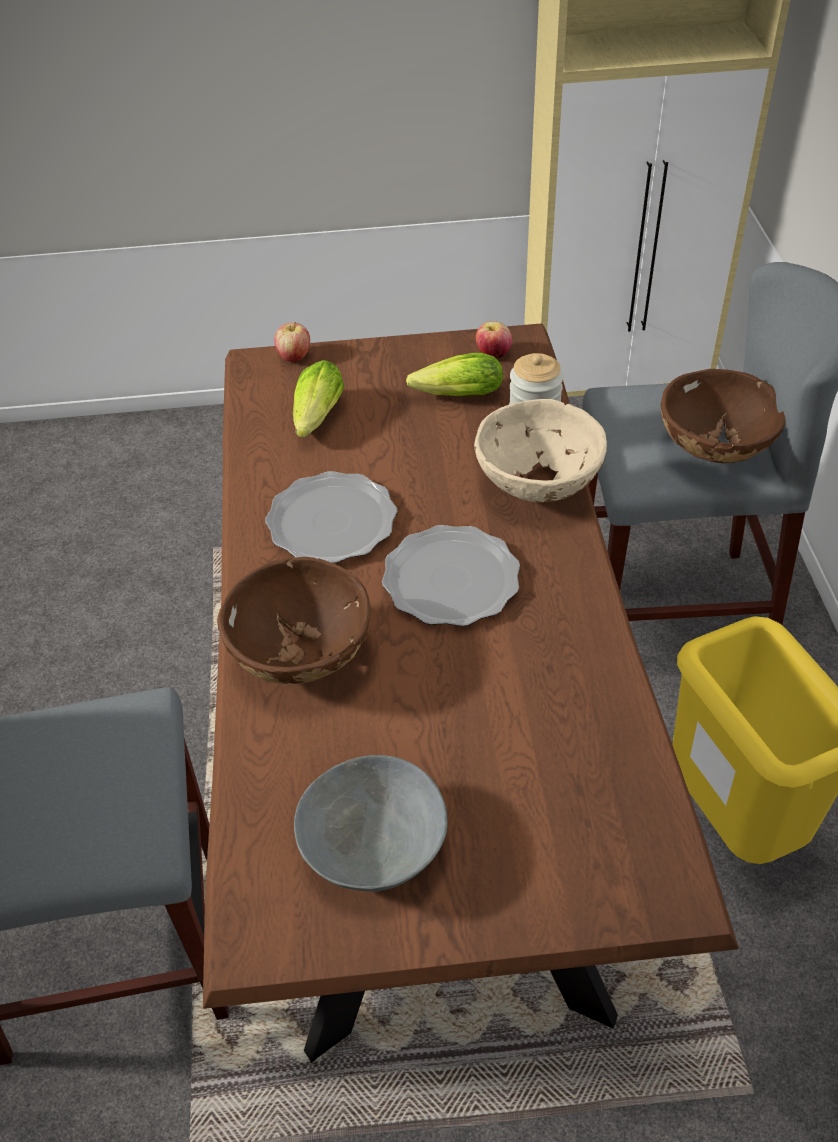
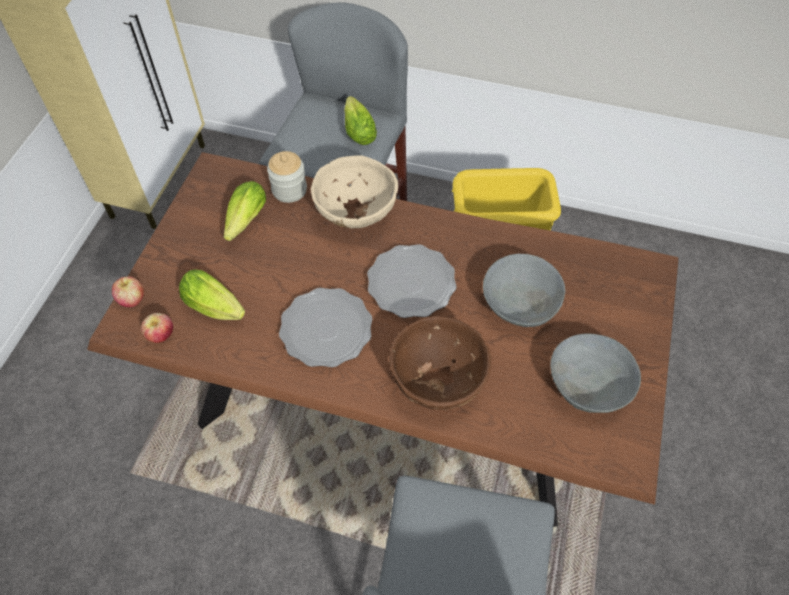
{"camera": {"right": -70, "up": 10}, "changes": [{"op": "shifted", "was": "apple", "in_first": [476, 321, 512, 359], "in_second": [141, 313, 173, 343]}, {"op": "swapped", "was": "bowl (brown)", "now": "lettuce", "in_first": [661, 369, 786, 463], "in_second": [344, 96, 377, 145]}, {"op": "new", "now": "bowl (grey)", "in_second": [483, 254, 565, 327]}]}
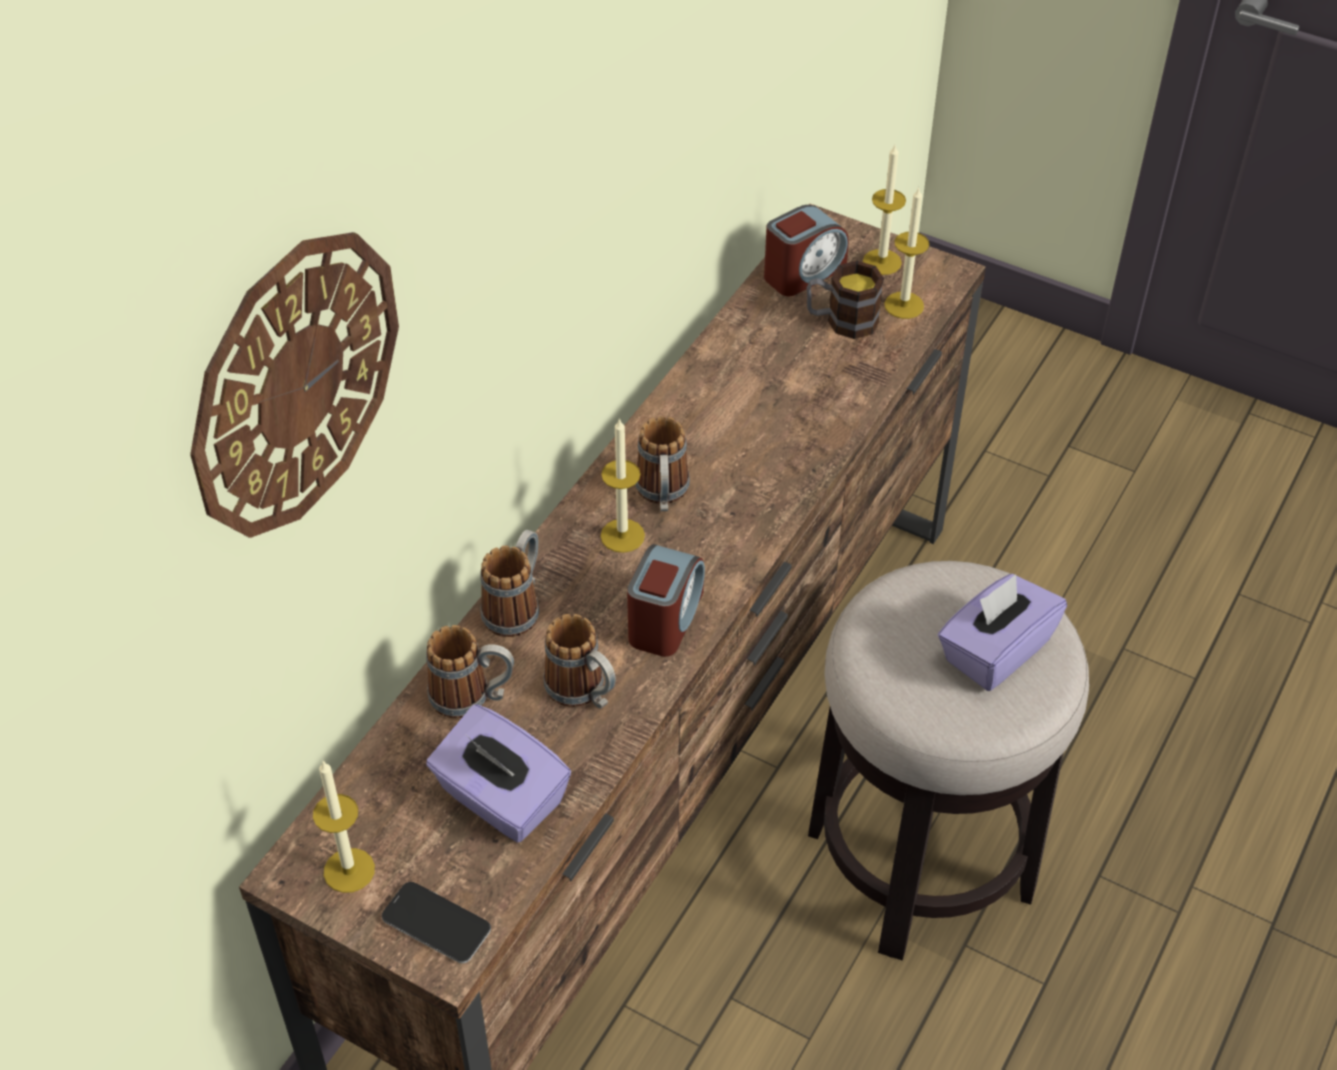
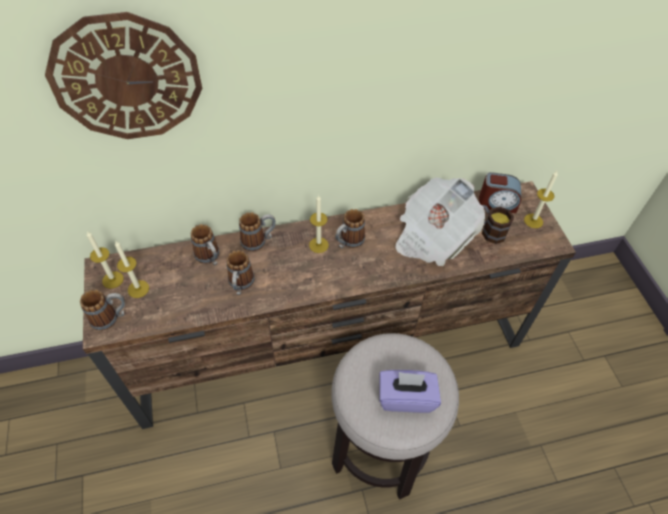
{"camera": {"right": 45, "up": 5}, "changes": [{"op": "swapped", "was": "phone", "now": "mug", "in_first": [382, 882, 491, 963], "in_second": [80, 289, 125, 331]}, {"op": "shifted", "was": "candle", "in_first": [884, 187, 929, 319], "in_second": [115, 241, 149, 298]}, {"op": "new", "now": "newspaper", "in_second": [395, 177, 485, 266]}, {"op": "gone", "was": "tissue box (purple)", "in_first": [426, 704, 571, 843]}, {"op": "gone", "was": "alarm clock", "in_first": [627, 544, 705, 657]}]}
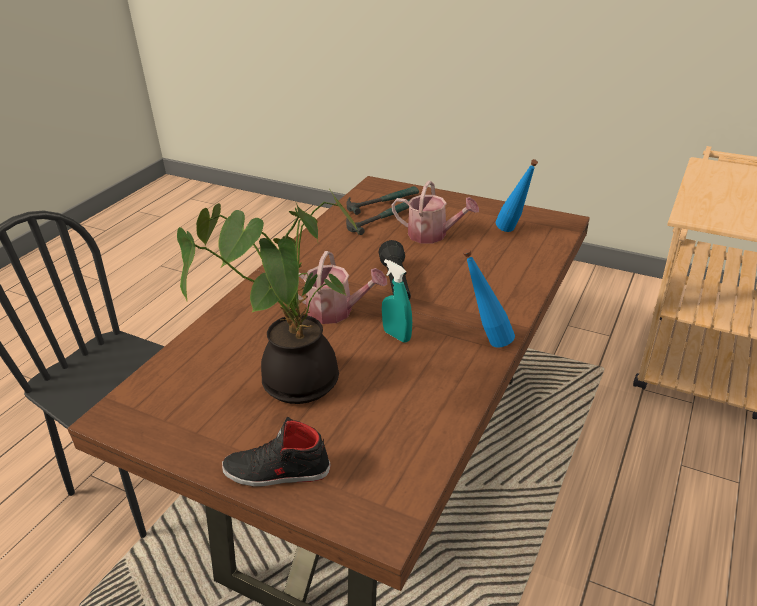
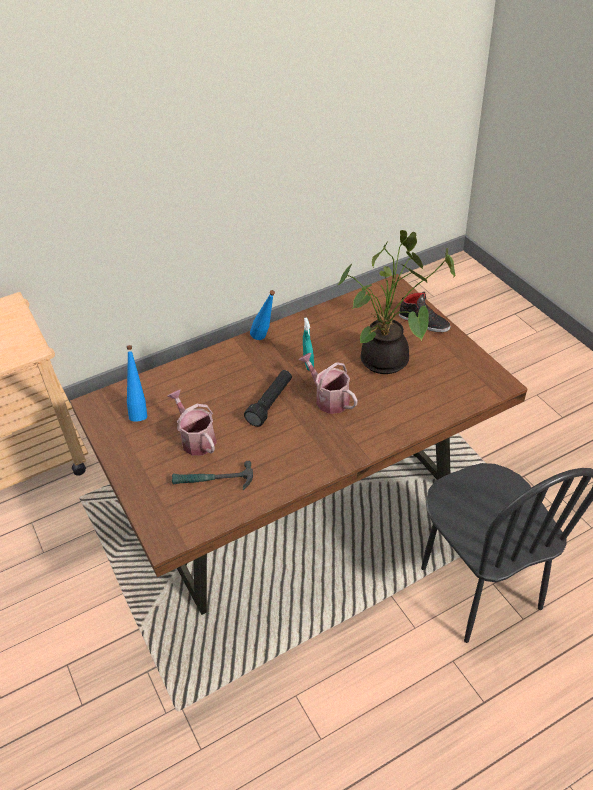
{"camera": {"right": -145, "up": 10}, "changes": [{"op": "gone", "was": "hammer", "in_first": [346, 186, 419, 215]}]}
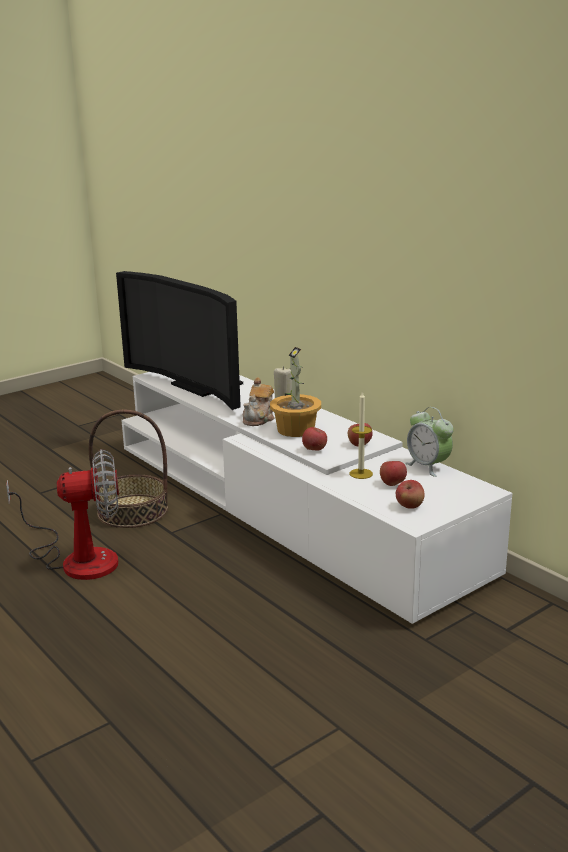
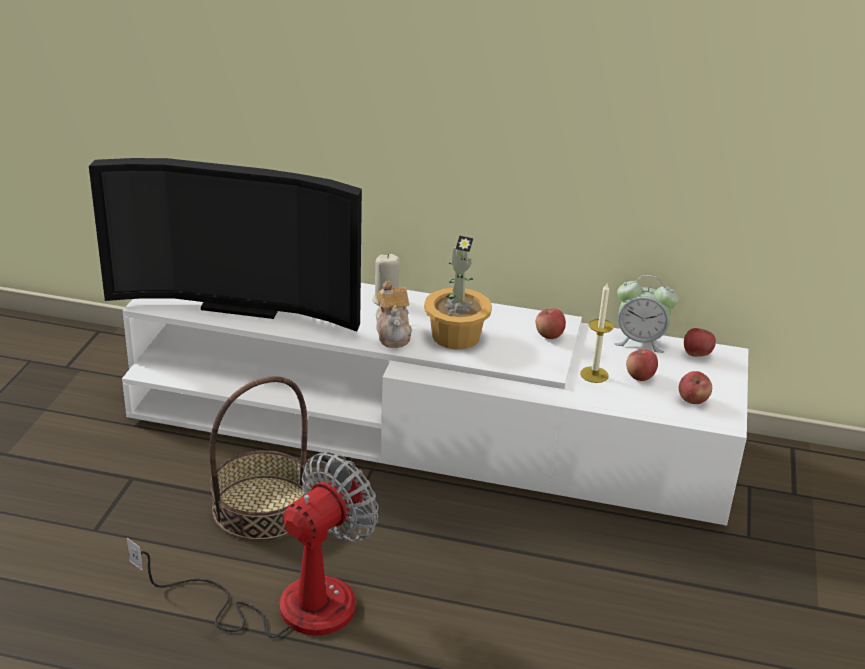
{"camera": {"right": -40, "up": 10}, "changes": [{"op": "shifted", "was": "apple", "in_first": [302, 427, 327, 450], "in_second": [684, 328, 716, 357]}]}
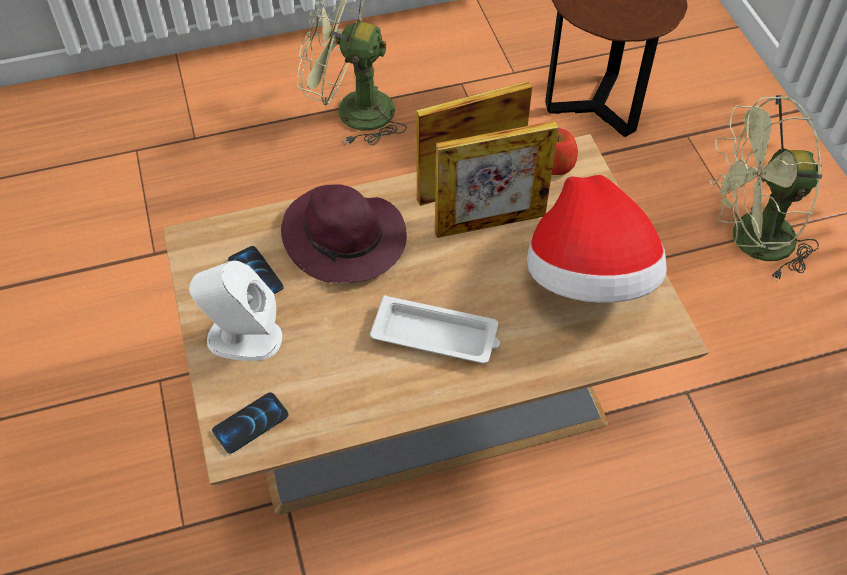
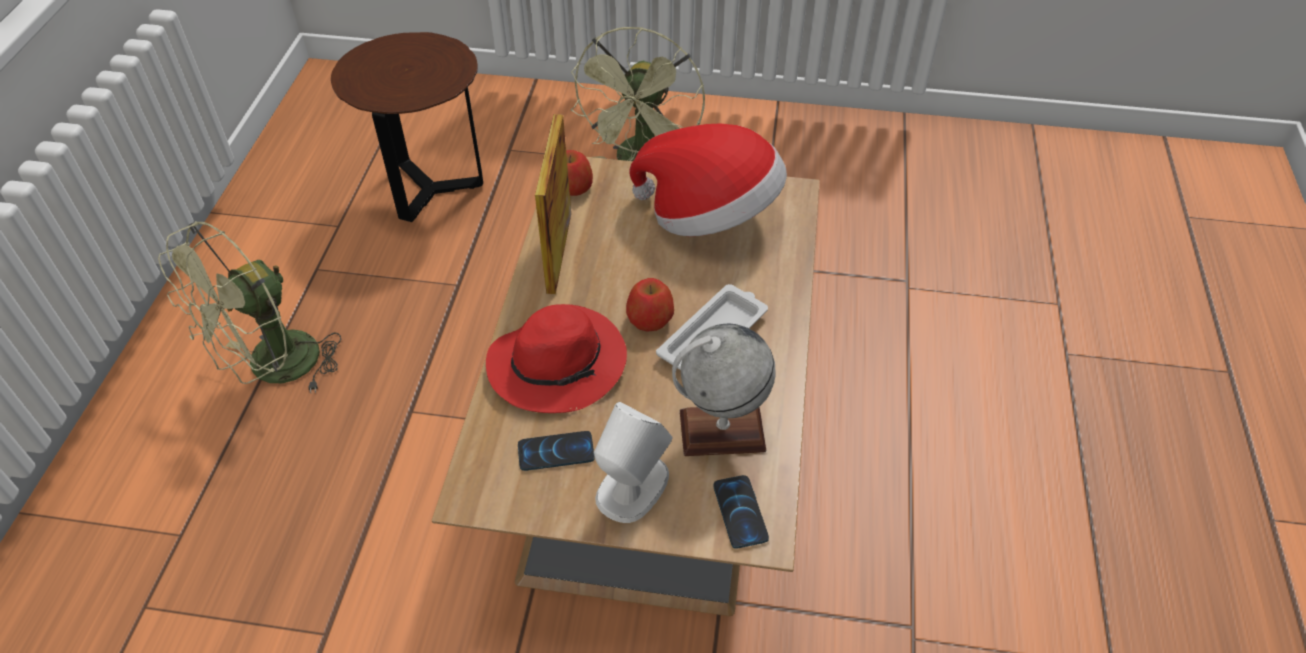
{"camera": {"right": -65, "up": -5}, "changes": [{"op": "repainted", "was": "hat (purple)", "now": "hat (red)", "in_first": [281, 184, 407, 283], "in_second": [486, 304, 627, 413]}, {"op": "new", "now": "apple", "in_second": [626, 278, 674, 332]}, {"op": "new", "now": "globe", "in_second": [672, 323, 776, 456]}, {"op": "gone", "was": "picture frame", "in_first": [435, 121, 559, 238]}]}
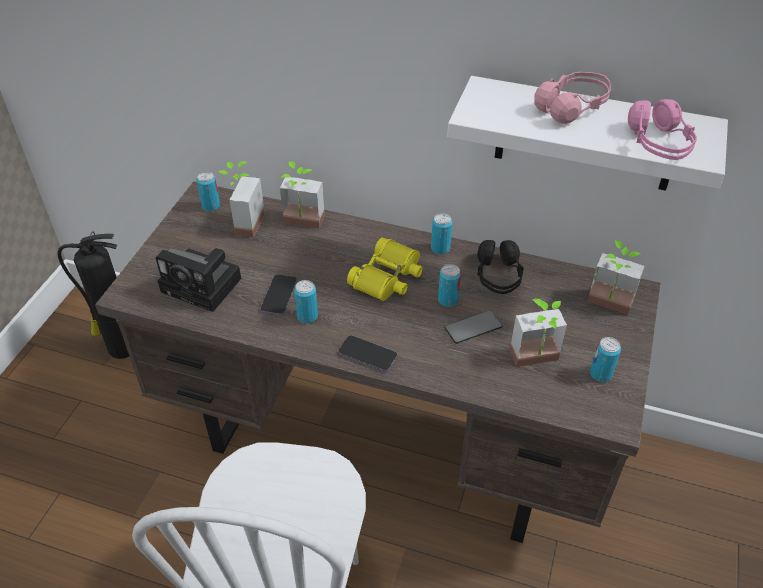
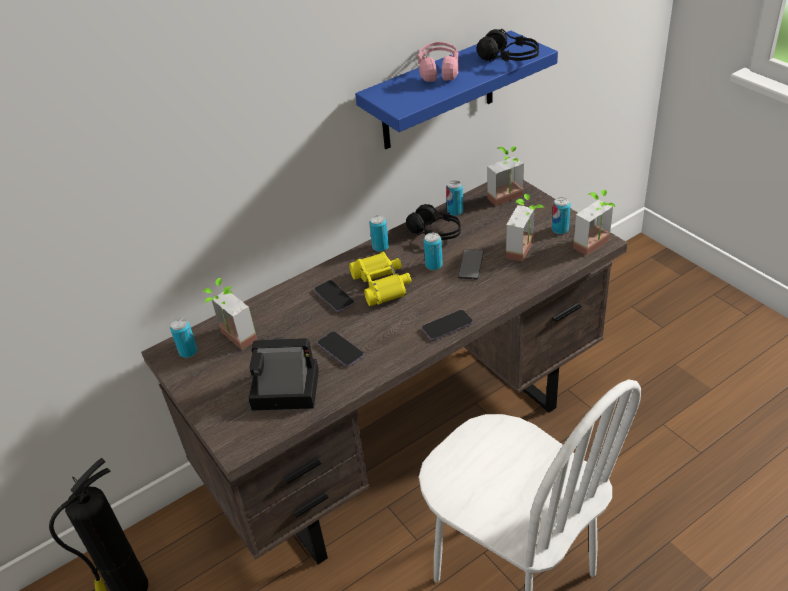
{"camera": {"right": -50, "up": -5}, "changes": [{"op": "rotated", "was": "photo camera", "in_first": [156, 248, 241, 312], "in_second": [249, 337, 319, 410], "clockwise": -150}, {"op": "new", "now": "phone", "in_second": [314, 280, 355, 312]}, {"op": "repainted", "was": "shelf (white)", "now": "shelf (blue)", "in_first": [447, 76, 728, 191], "in_second": [355, 31, 558, 149]}, {"op": "shifted", "was": "can", "in_first": [294, 280, 318, 323], "in_second": [446, 180, 463, 216]}, {"op": "repainted", "was": "headphones (pink)", "now": "headphones (black)", "in_first": [628, 99, 697, 160], "in_second": [476, 29, 539, 62]}, {"op": "shifted", "was": "potted plant", "in_first": [280, 161, 325, 229], "in_second": [573, 189, 615, 256]}]}
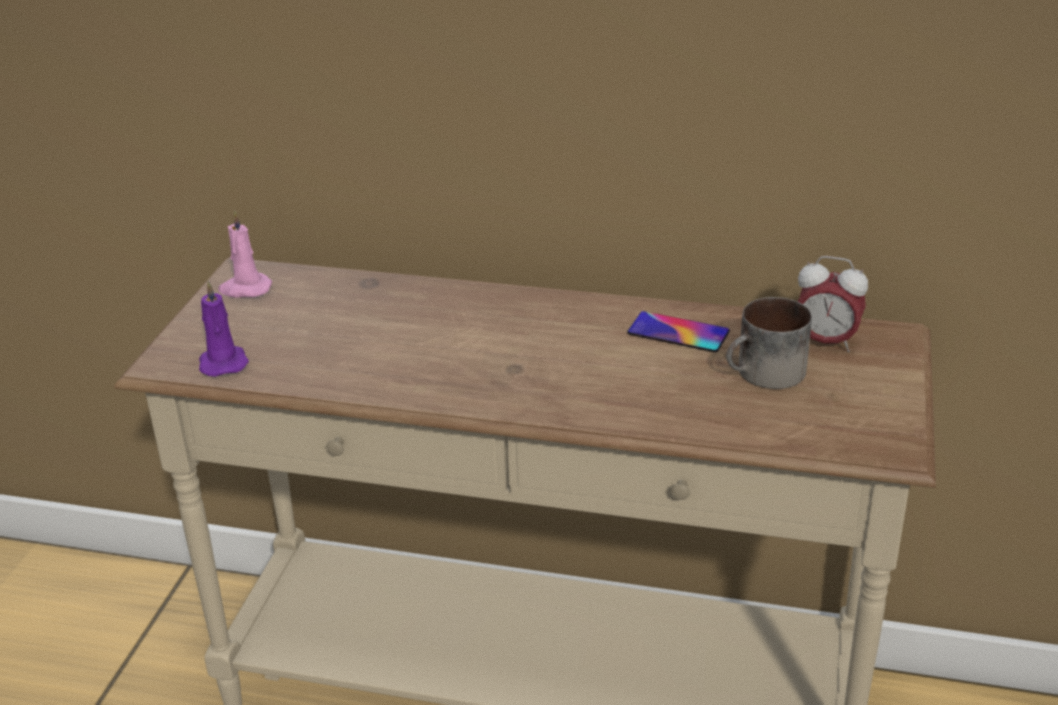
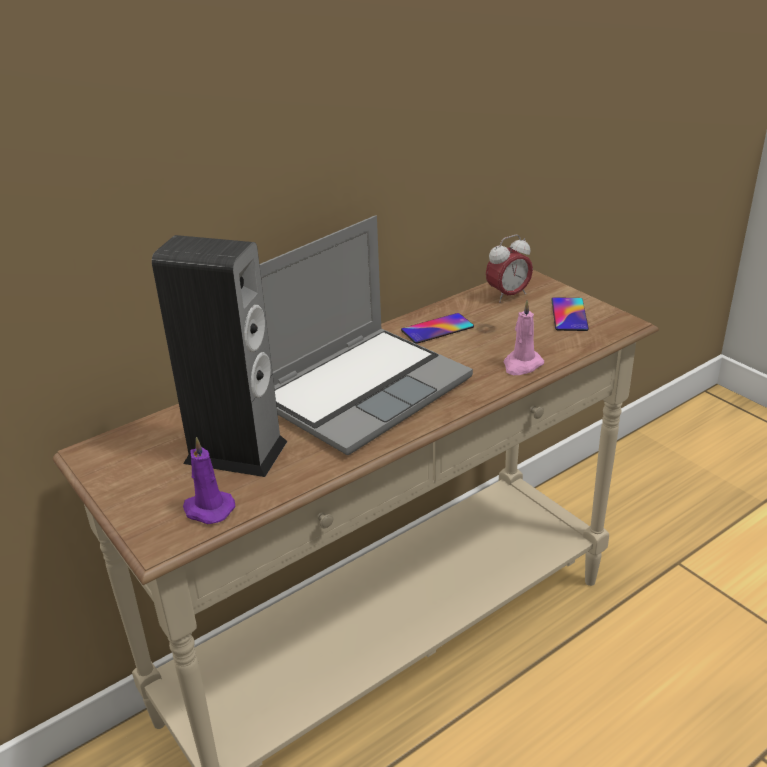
{"camera": {"right": -50, "up": 0}, "changes": [{"op": "new", "now": "speaker", "in_second": [152, 235, 288, 477]}, {"op": "new", "now": "laptop", "in_second": [259, 215, 473, 455]}, {"op": "shifted", "was": "candle (pink)", "in_first": [218, 210, 272, 298], "in_second": [504, 300, 544, 375]}, {"op": "new", "now": "phone", "in_second": [551, 297, 589, 331]}, {"op": "gone", "was": "mug", "in_first": [726, 297, 812, 389]}]}
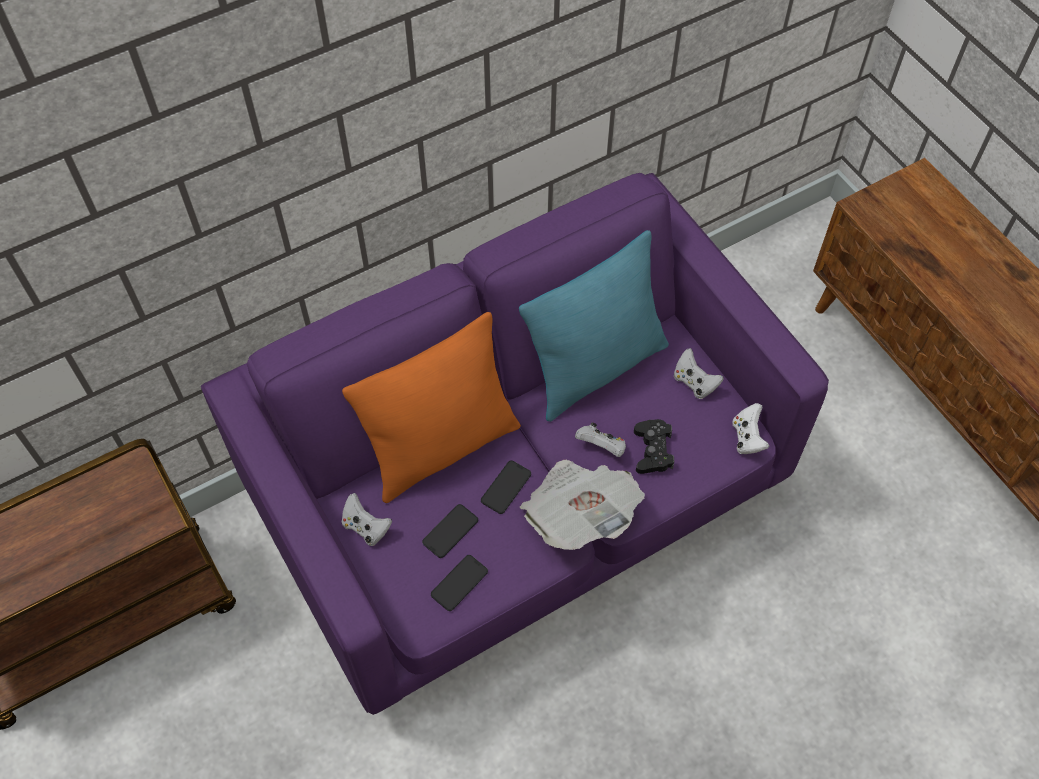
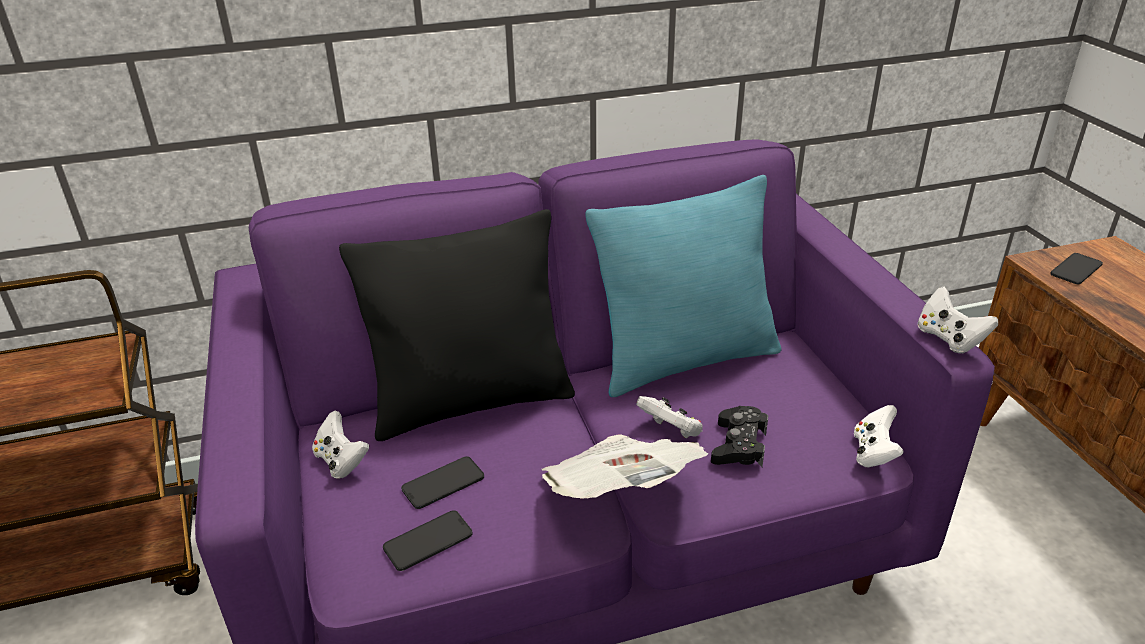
{"camera": {"right": 15, "up": -25}, "changes": [{"op": "repainted", "was": "pillow (orange)", "now": "pillow (black)", "in_first": [342, 312, 521, 503], "in_second": [339, 209, 575, 441]}, {"op": "shifted", "was": "game controller (white)", "in_first": [674, 348, 724, 399], "in_second": [917, 287, 998, 353]}, {"op": "shifted", "was": "phone", "in_first": [481, 460, 531, 514], "in_second": [1050, 253, 1103, 284]}]}
